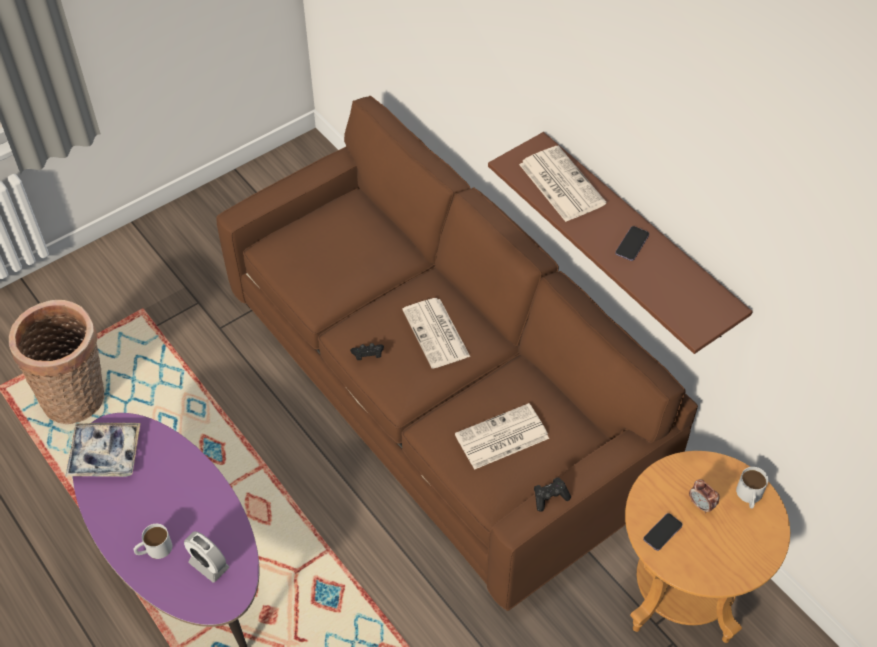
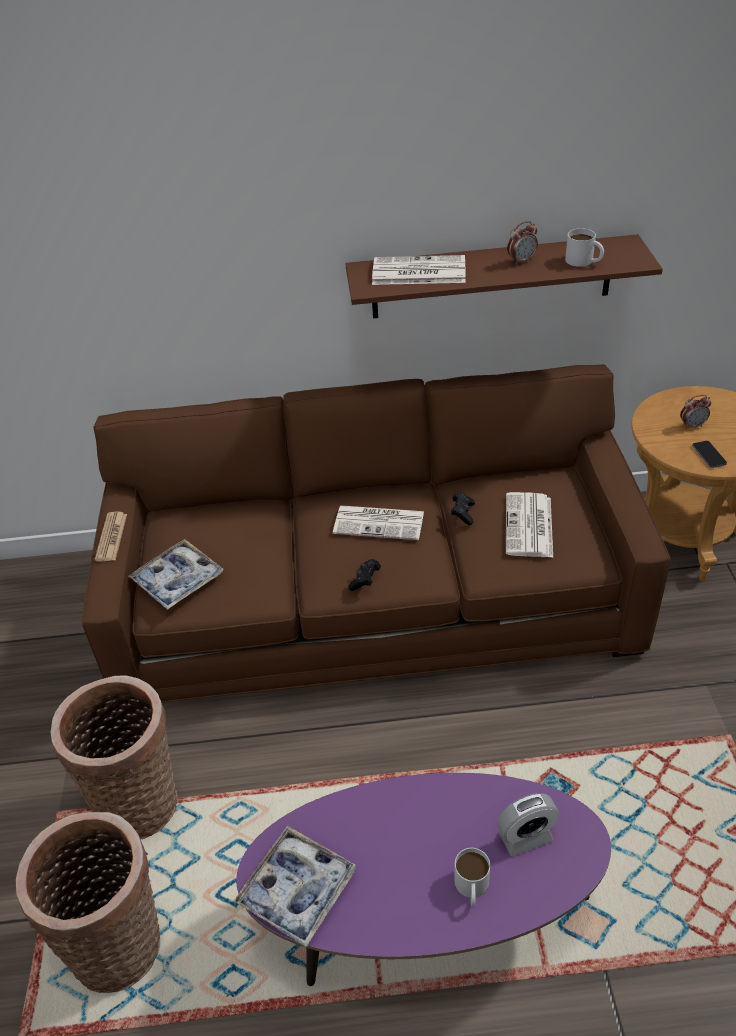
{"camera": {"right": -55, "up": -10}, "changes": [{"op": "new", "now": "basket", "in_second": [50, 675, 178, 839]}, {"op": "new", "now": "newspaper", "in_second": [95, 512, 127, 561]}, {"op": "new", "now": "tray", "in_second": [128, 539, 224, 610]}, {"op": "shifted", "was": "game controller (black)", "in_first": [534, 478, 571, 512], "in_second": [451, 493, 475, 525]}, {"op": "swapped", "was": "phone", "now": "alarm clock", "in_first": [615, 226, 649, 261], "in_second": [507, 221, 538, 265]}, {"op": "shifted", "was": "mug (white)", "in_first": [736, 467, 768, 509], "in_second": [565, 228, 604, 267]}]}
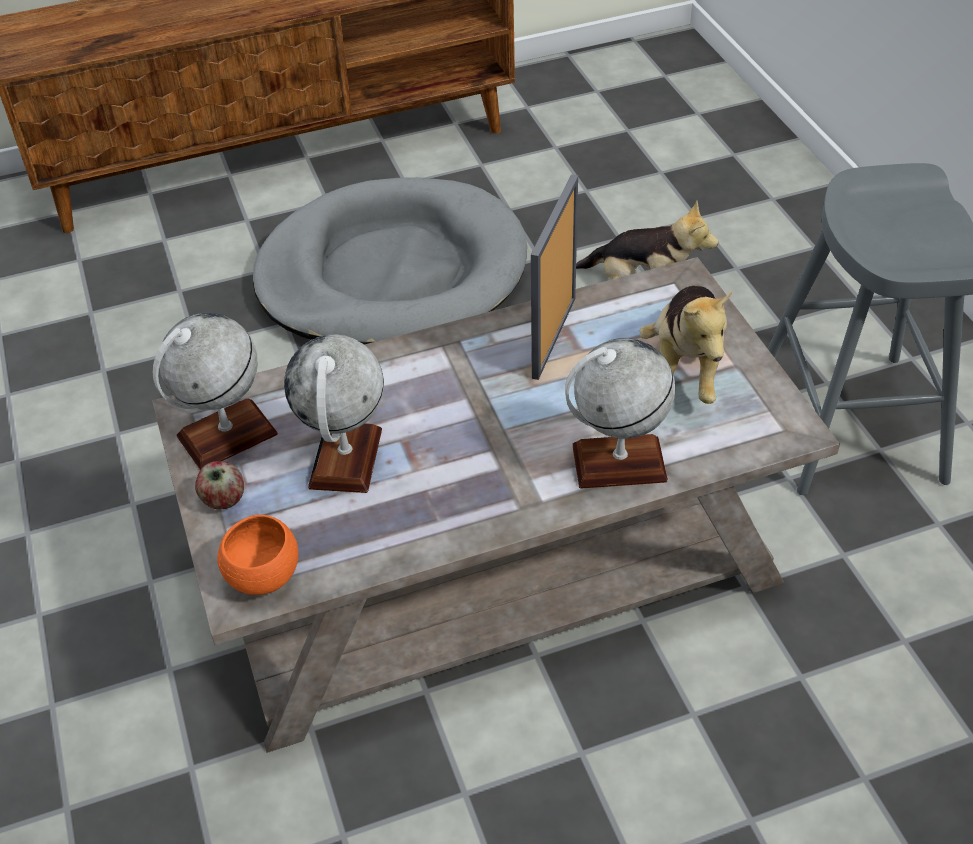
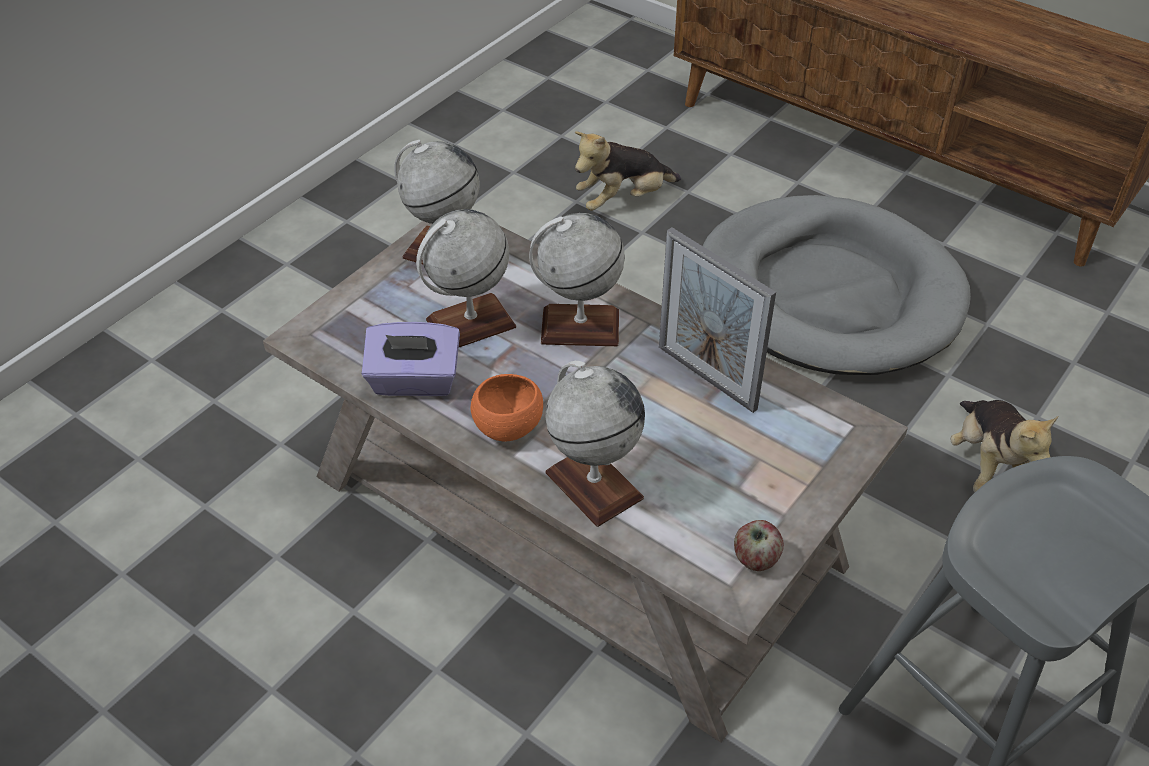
{"camera": {"right": 55, "up": 0}, "changes": [{"op": "new", "now": "tissue box (purple)", "in_second": [362, 322, 460, 396]}, {"op": "shifted", "was": "bowl (orange)", "in_first": [217, 515, 298, 595], "in_second": [471, 374, 543, 442]}, {"op": "new", "now": "globe", "in_second": [529, 213, 625, 346]}, {"op": "shifted", "was": "plush toy", "in_first": [640, 286, 732, 404], "in_second": [575, 131, 681, 211]}, {"op": "rotated", "was": "picture frame", "in_first": [531, 174, 578, 380], "in_second": [659, 227, 776, 413], "clockwise": -120}, {"op": "shifted", "was": "apple", "in_first": [195, 461, 244, 509], "in_second": [734, 520, 784, 571]}]}
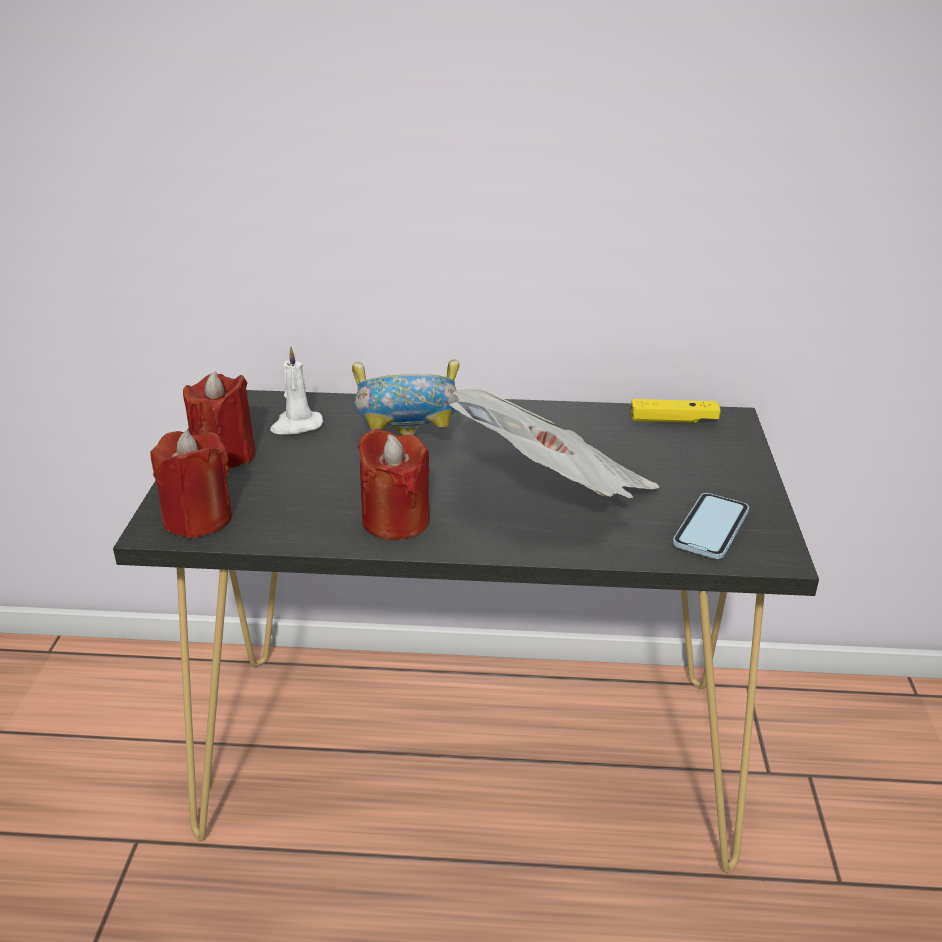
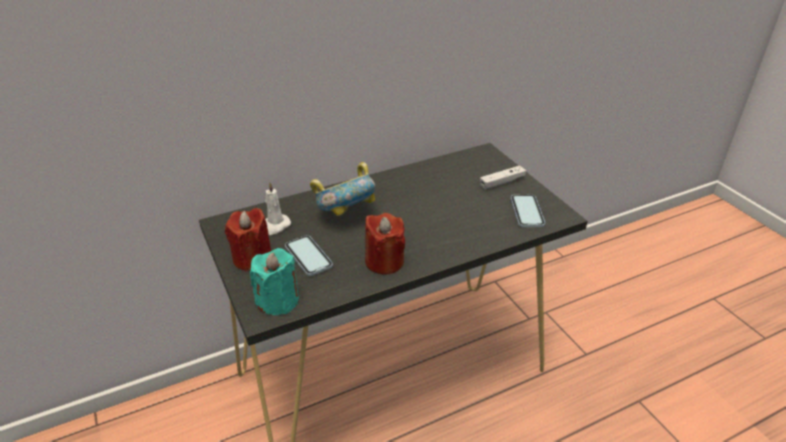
{"camera": {"right": -30, "up": 5}, "changes": [{"op": "repainted", "was": "candle (red)", "now": "candle (turquoise)", "in_first": [150, 431, 232, 539], "in_second": [250, 248, 299, 315]}, {"op": "new", "now": "phone", "in_second": [285, 235, 333, 276]}, {"op": "new", "now": "game controller (white)", "in_second": [480, 166, 526, 189]}, {"op": "gone", "was": "newspaper", "in_first": [449, 389, 659, 498]}, {"op": "gone", "was": "game controller (yellow)", "in_first": [631, 399, 721, 423]}]}
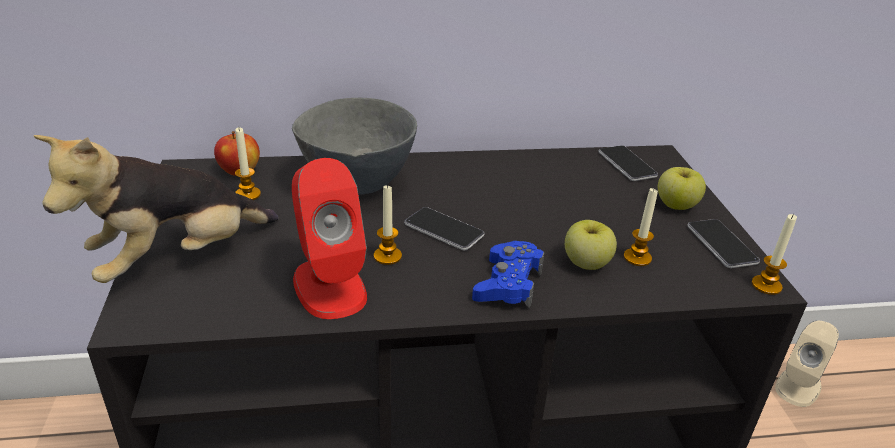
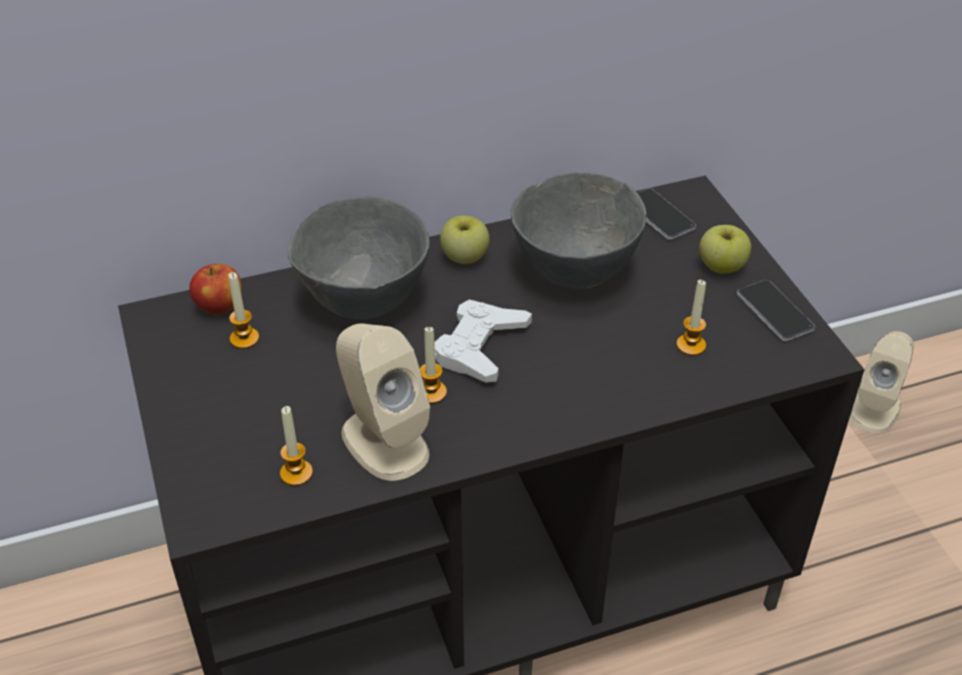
{"camera": {"right": -10, "up": 10}, "changes": [{"op": "shifted", "was": "candle", "in_first": [752, 214, 797, 295], "in_second": [280, 406, 313, 486]}, {"op": "repainted", "was": "speaker (red)", "now": "speaker (beige)", "in_first": [292, 158, 367, 319], "in_second": [336, 323, 431, 481]}, {"op": "swapped", "was": "phone", "now": "game controller (white)", "in_first": [404, 207, 485, 250], "in_second": [435, 299, 532, 383]}, {"op": "shifted", "was": "apple", "in_first": [565, 220, 617, 270], "in_second": [440, 215, 490, 264]}, {"op": "new", "now": "bowl (grey)", "in_second": [511, 172, 646, 289]}, {"op": "gone", "was": "plush toy", "in_first": [34, 135, 279, 283]}, {"op": "gone", "was": "game controller (blue)", "in_first": [472, 241, 544, 309]}]}
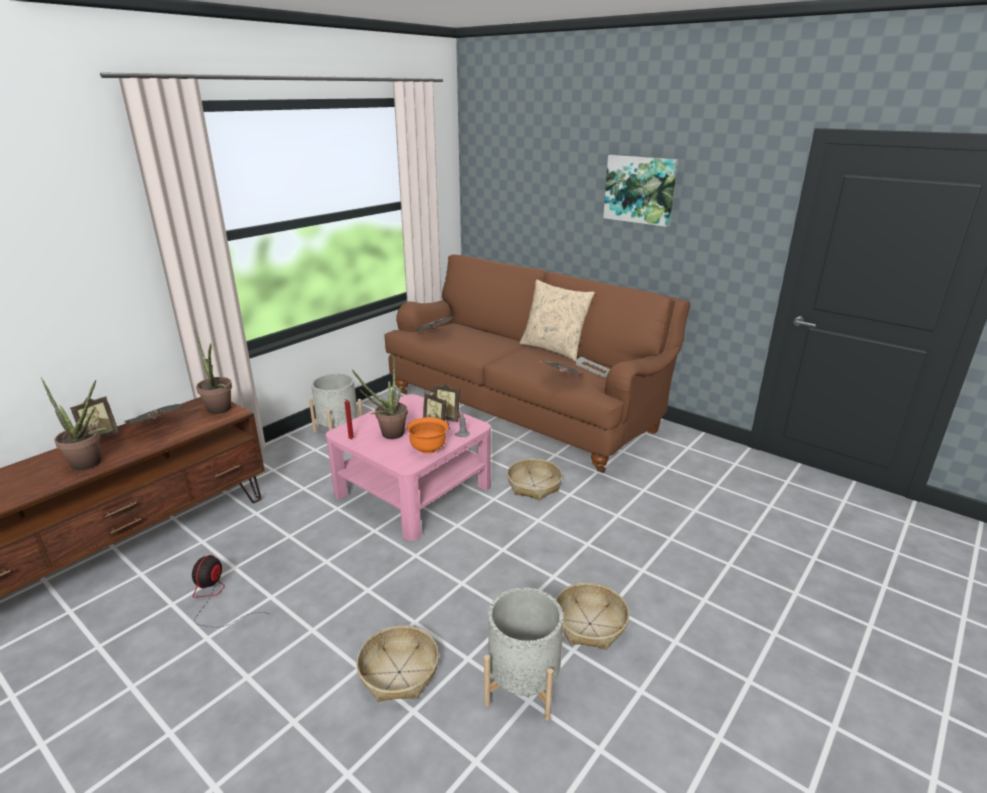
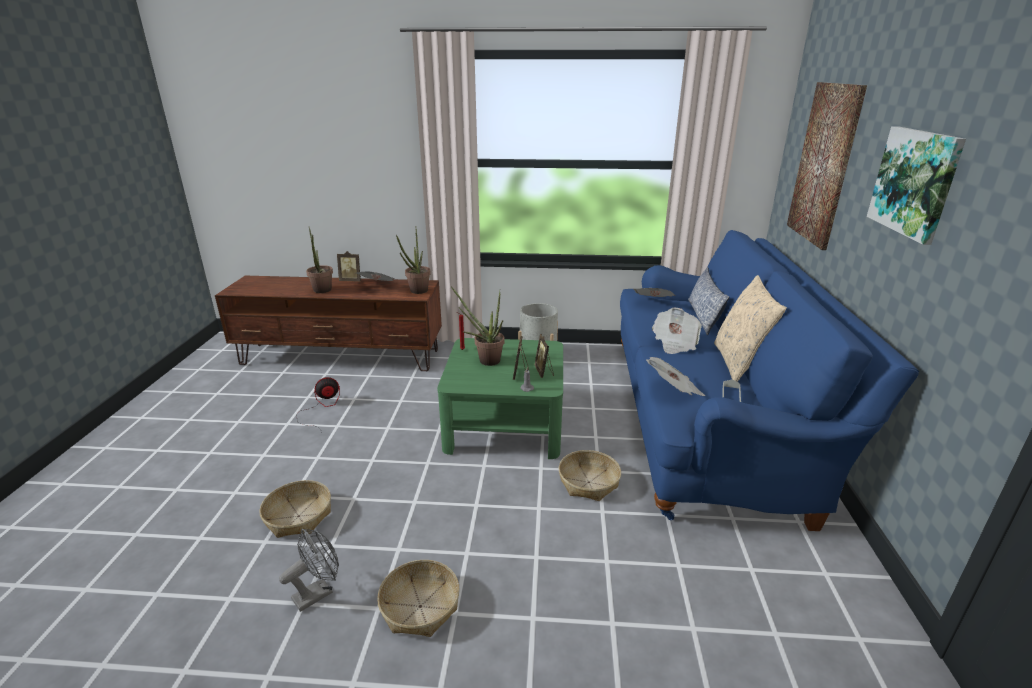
{"camera": {"right": 55, "up": 0}, "changes": [{"op": "swapped", "was": "planter (grey)", "now": "fan (grey)", "in_first": [484, 587, 563, 721], "in_second": [279, 529, 339, 612]}, {"op": "repainted", "was": "coffee table (pink)", "now": "coffee table (green)", "in_first": [326, 394, 491, 541], "in_second": [437, 338, 563, 459]}, {"op": "repainted", "was": "sofa (brown)", "now": "sofa (blue)", "in_first": [384, 255, 690, 473], "in_second": [620, 230, 919, 531]}, {"op": "new", "now": "newspaper", "in_second": [652, 308, 702, 354]}, {"op": "new", "now": "pillow", "in_second": [688, 267, 729, 335]}, {"op": "new", "now": "picture", "in_second": [787, 82, 867, 250]}, {"op": "gone", "was": "bowl (orange)", "in_first": [407, 417, 448, 454]}]}
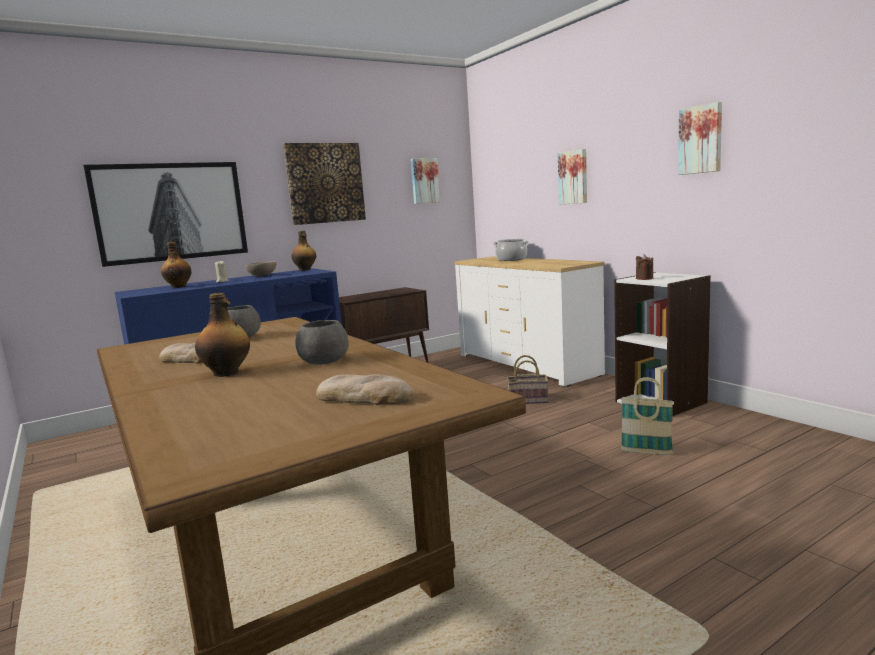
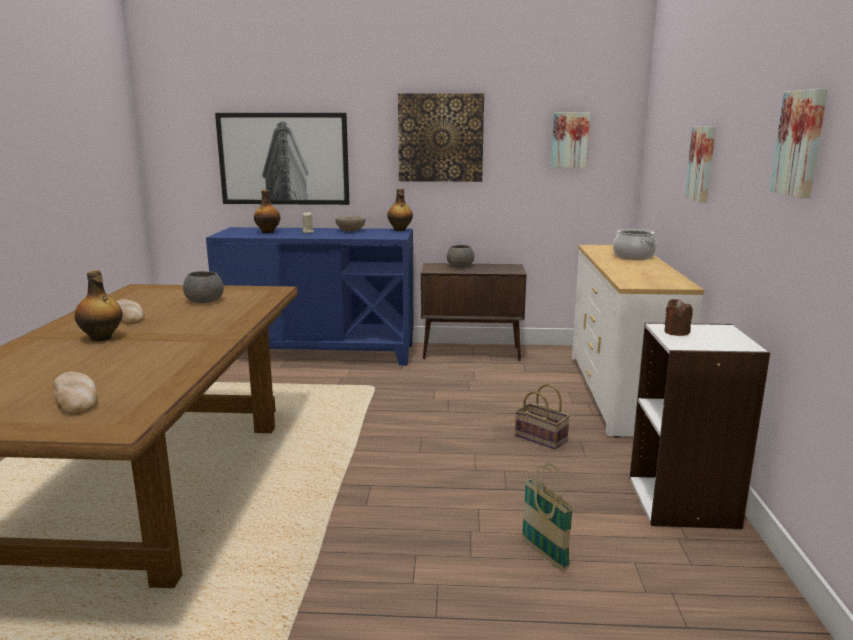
{"camera": {"right": 35, "up": 5}, "changes": [{"op": "shifted", "was": "bowl (grey)", "in_first": [295, 320, 349, 365], "in_second": [447, 245, 474, 268]}]}
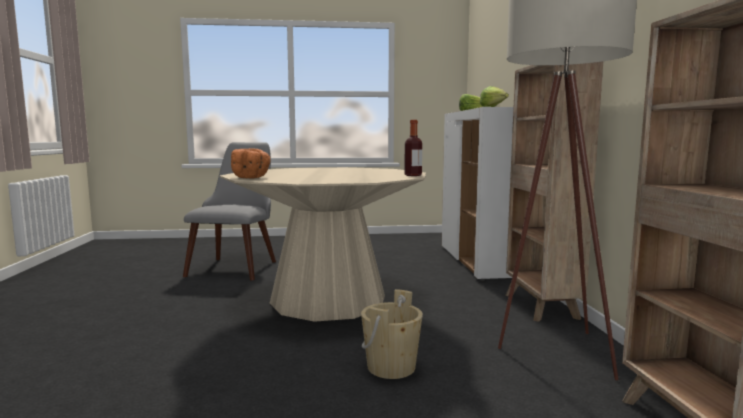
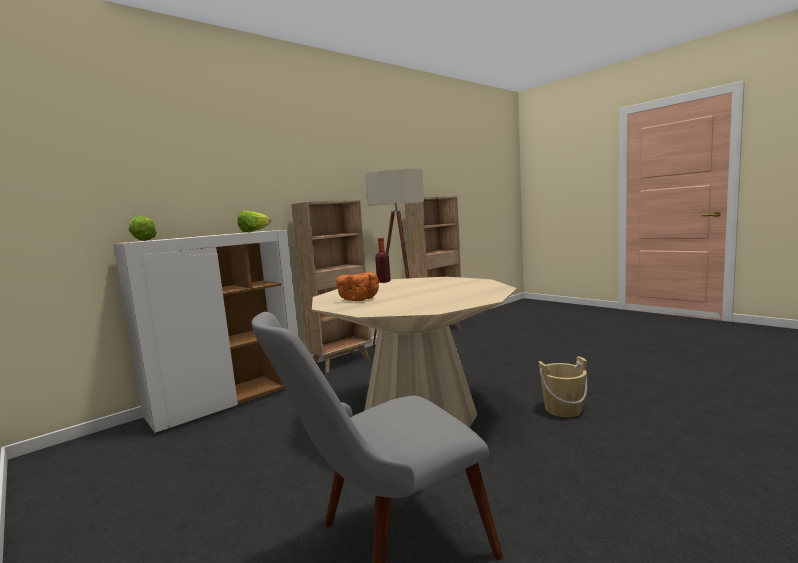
{"camera": {"right": -125, "up": 0}, "changes": [{"op": "shifted", "was": "bowl (orange)", "in_first": [231, 148, 271, 178], "in_second": [336, 272, 379, 301]}, {"op": "shifted", "was": "bucket (beige)", "in_first": [361, 289, 423, 379], "in_second": [539, 356, 587, 417]}]}
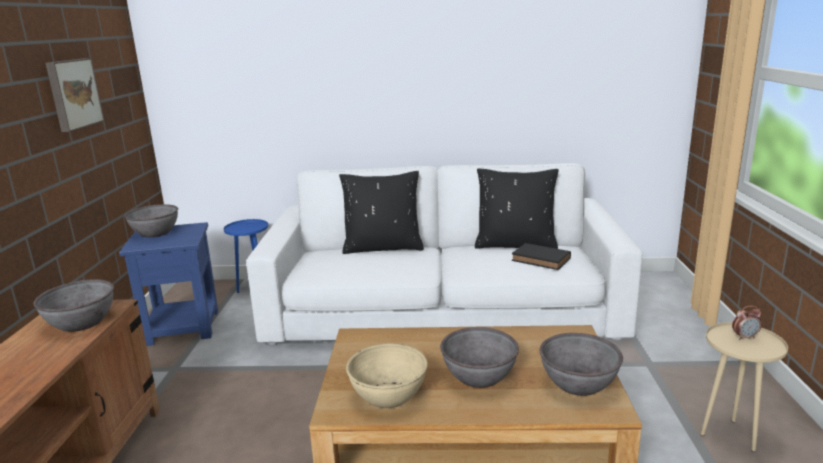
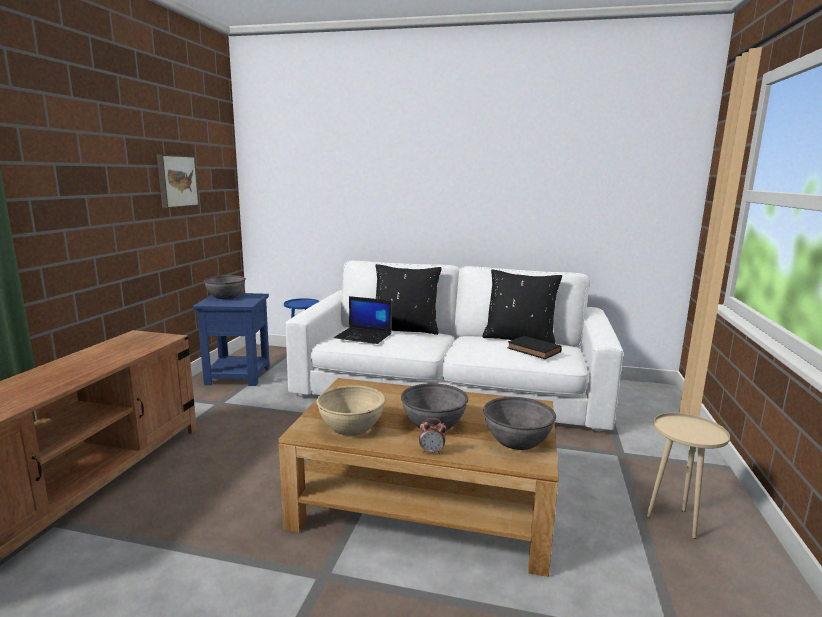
{"camera": {"right": 10, "up": -5}, "changes": [{"op": "new", "now": "laptop", "in_second": [334, 296, 392, 344]}, {"op": "shifted", "was": "alarm clock", "in_first": [732, 306, 762, 340], "in_second": [419, 418, 446, 454]}, {"op": "gone", "was": "bowl (grey)", "in_first": [33, 279, 114, 332]}]}
